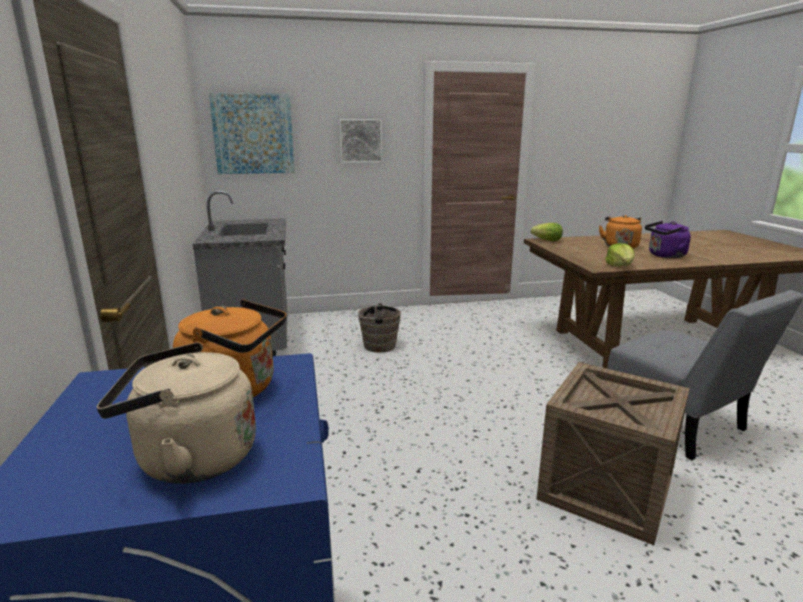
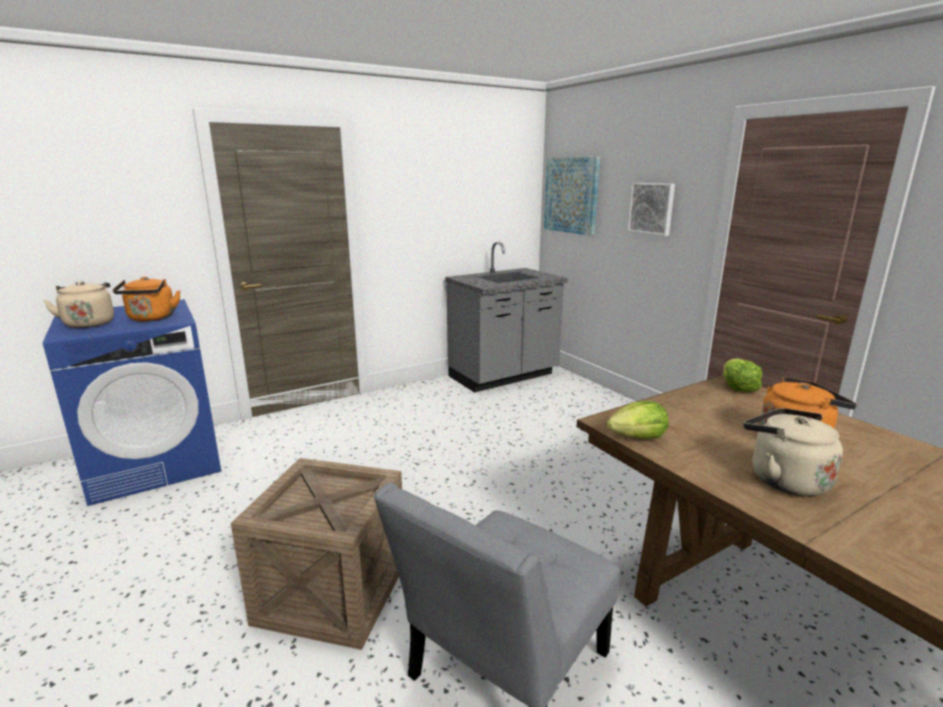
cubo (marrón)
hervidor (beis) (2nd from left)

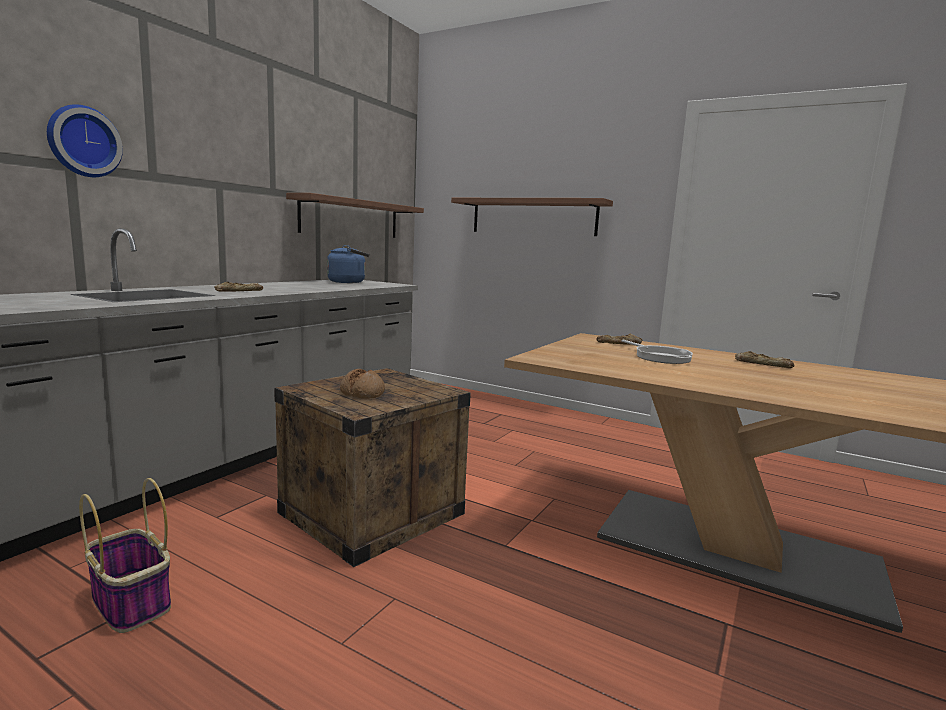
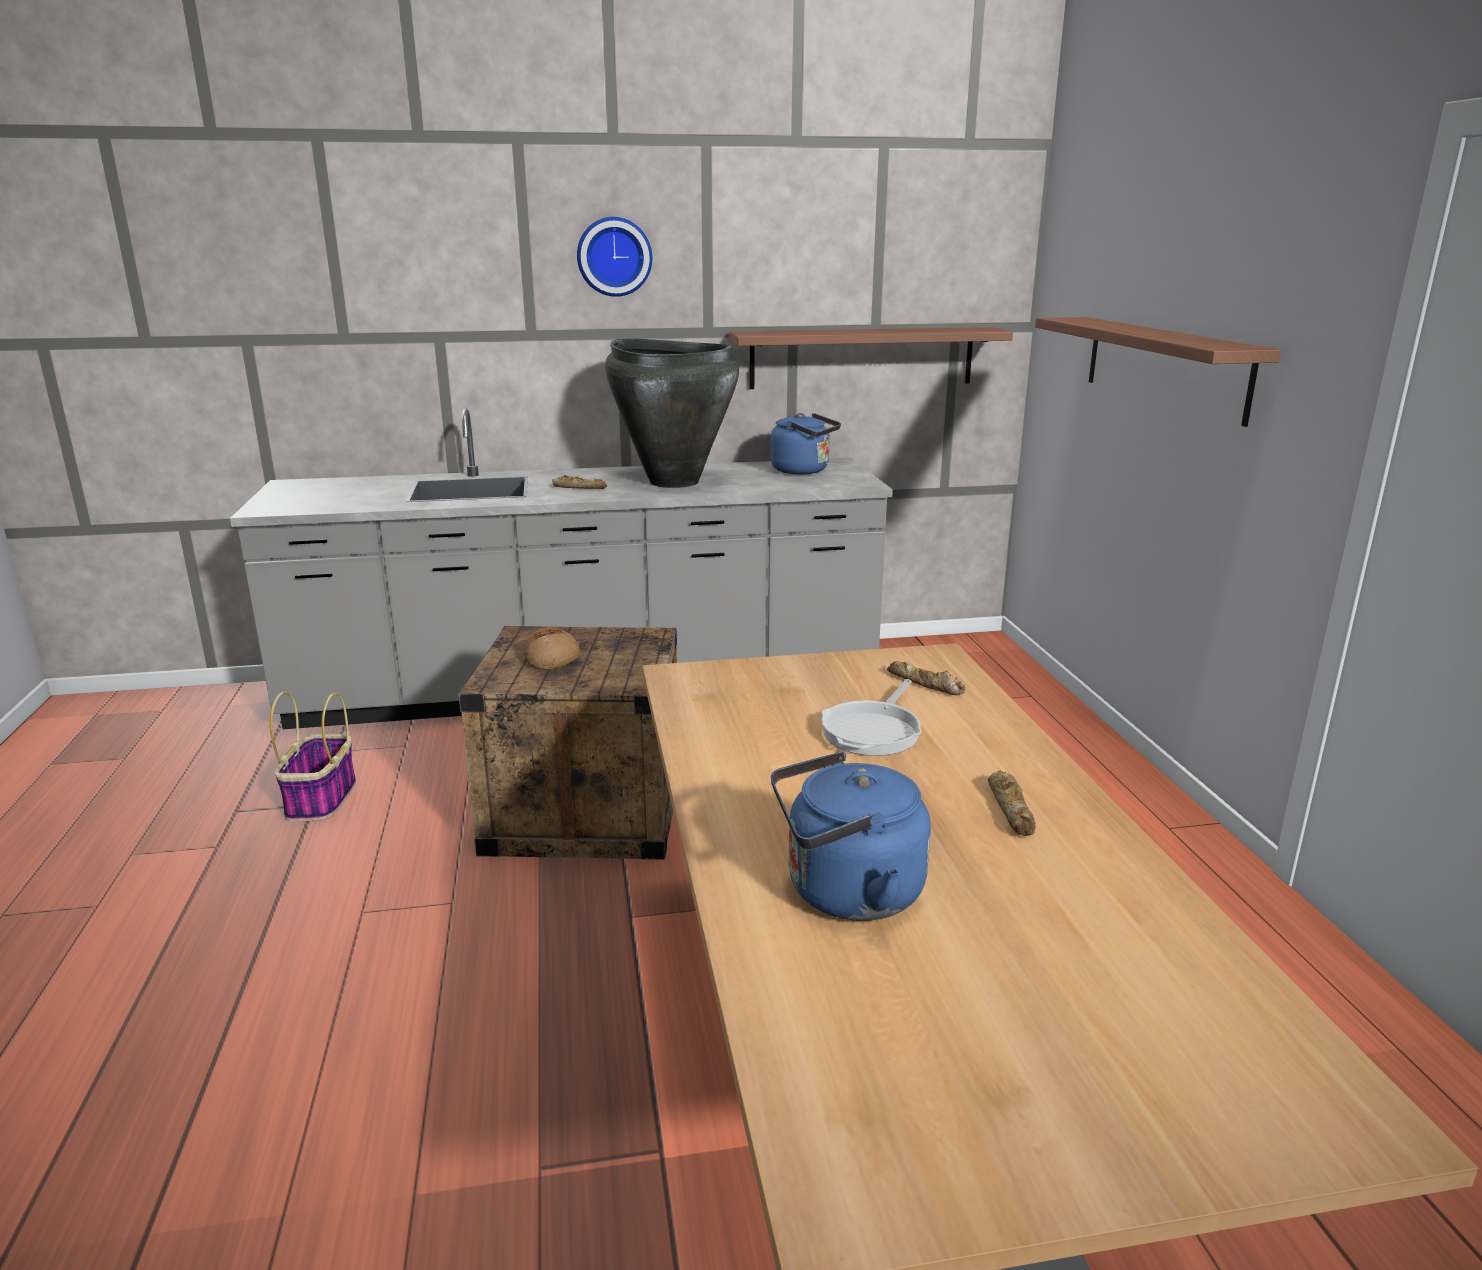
reloj de pared
florero (negro)
hervidor (azul) (2nd from left)

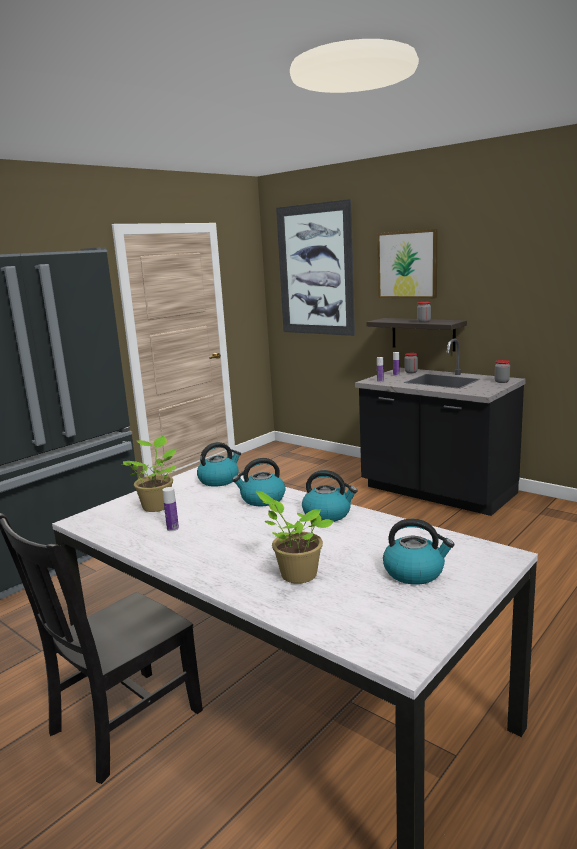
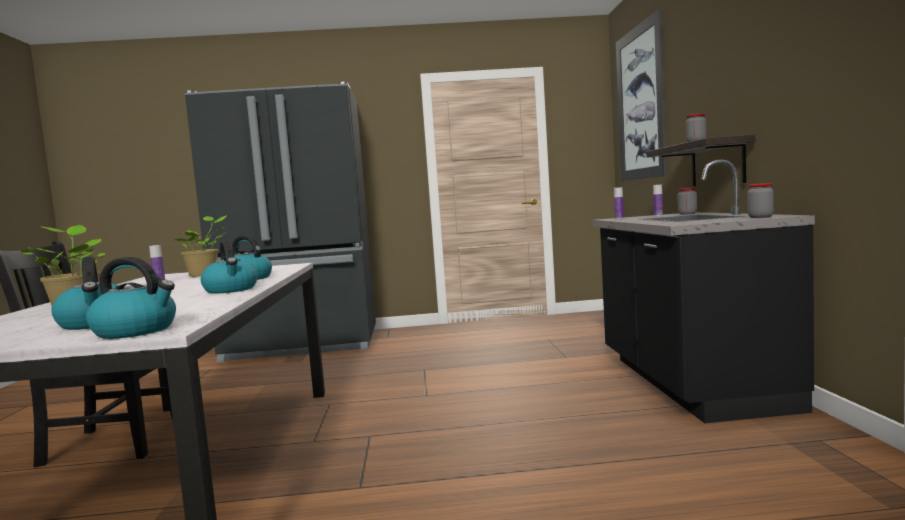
hervidor (2nd from left)
cuadro (2nd from left in the first image)

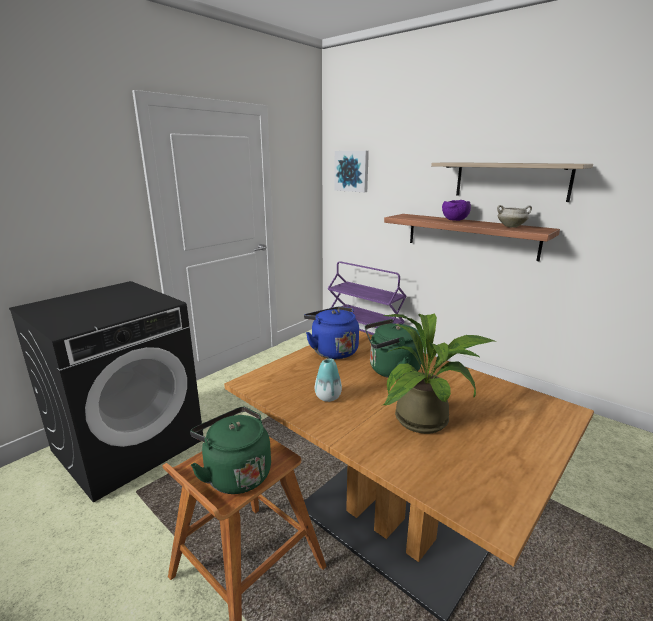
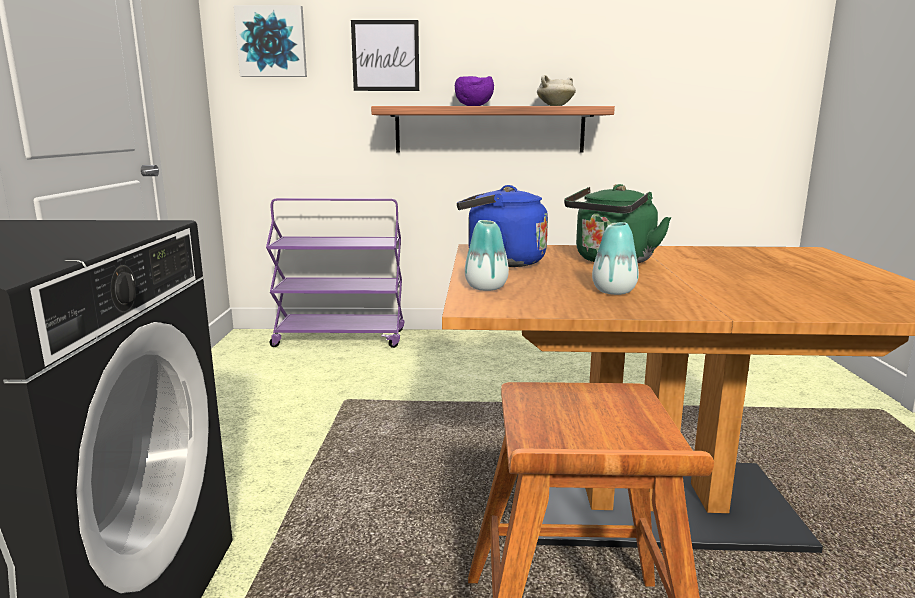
hervidor (verde) (1st from left in the first image)
planta en maceta
estante (2nd from left in the first image)
cuadro (2nd from left)
florero (1st from left)

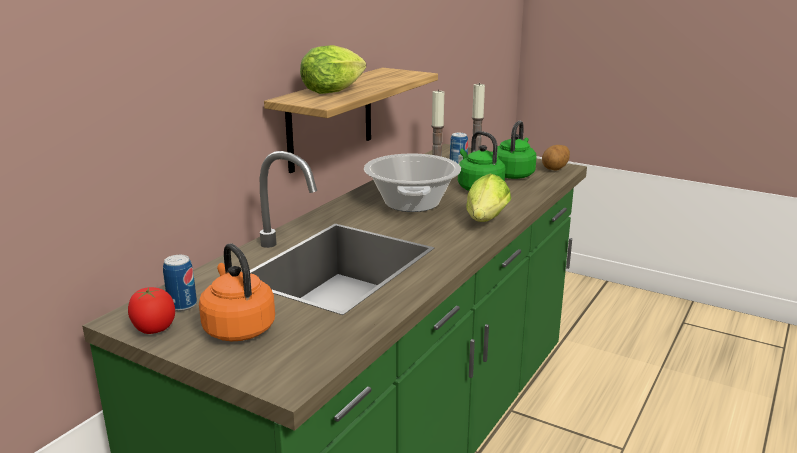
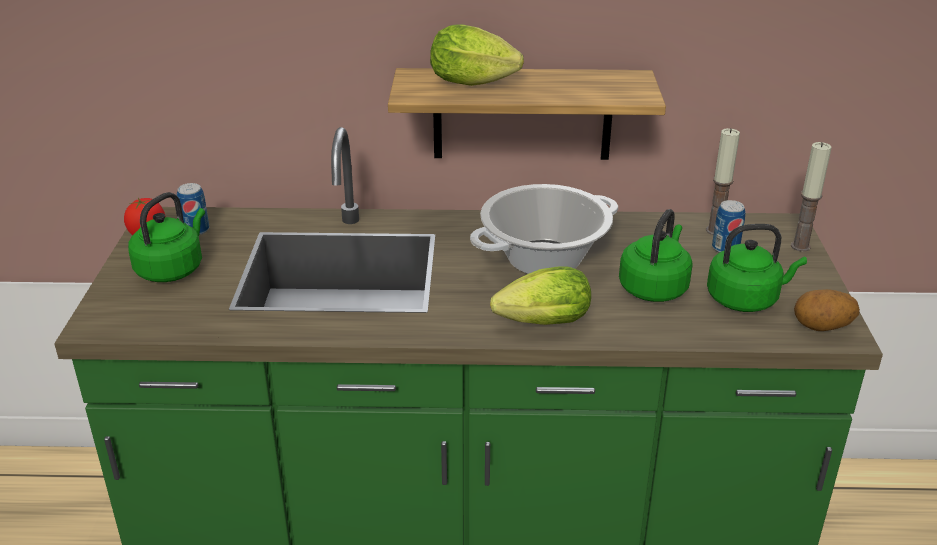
hervidor (verde) (1st from left)

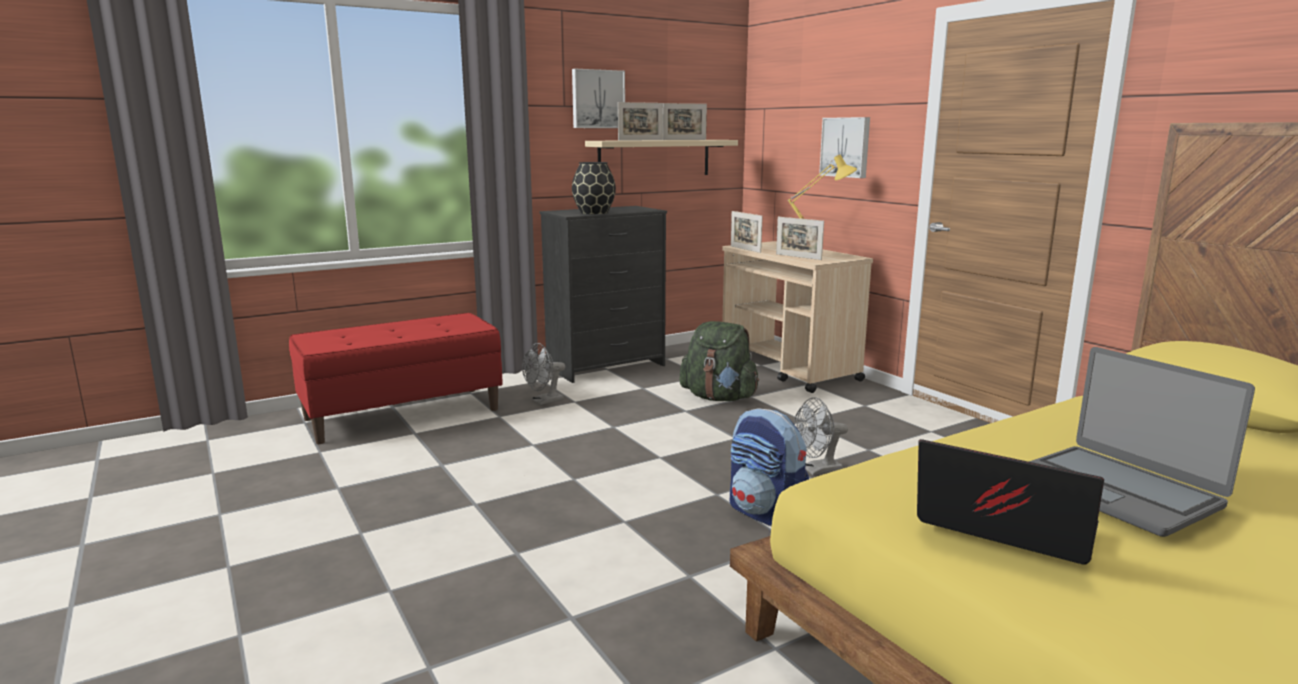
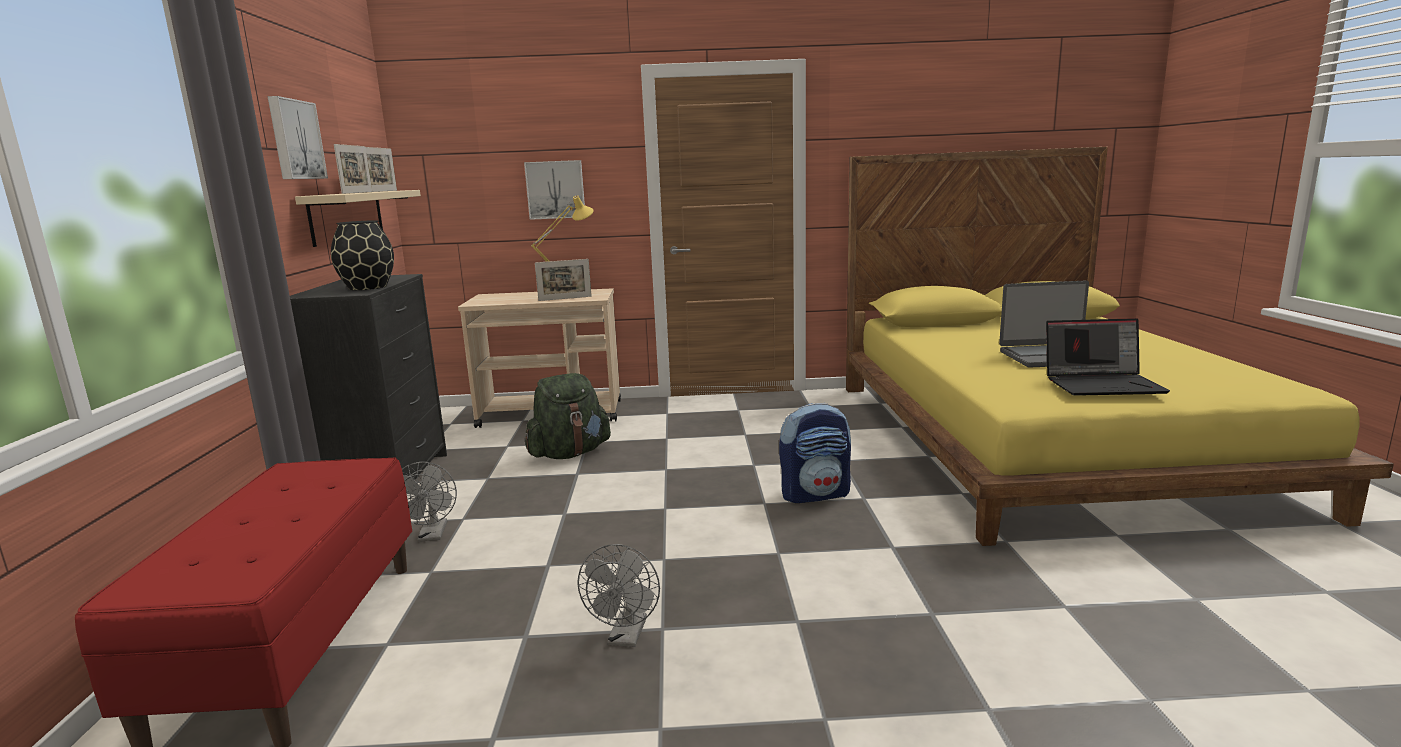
portarretratos (3rd from left in the first image)
ventilador (gris) (2nd from left)
portátil (2nd from left)

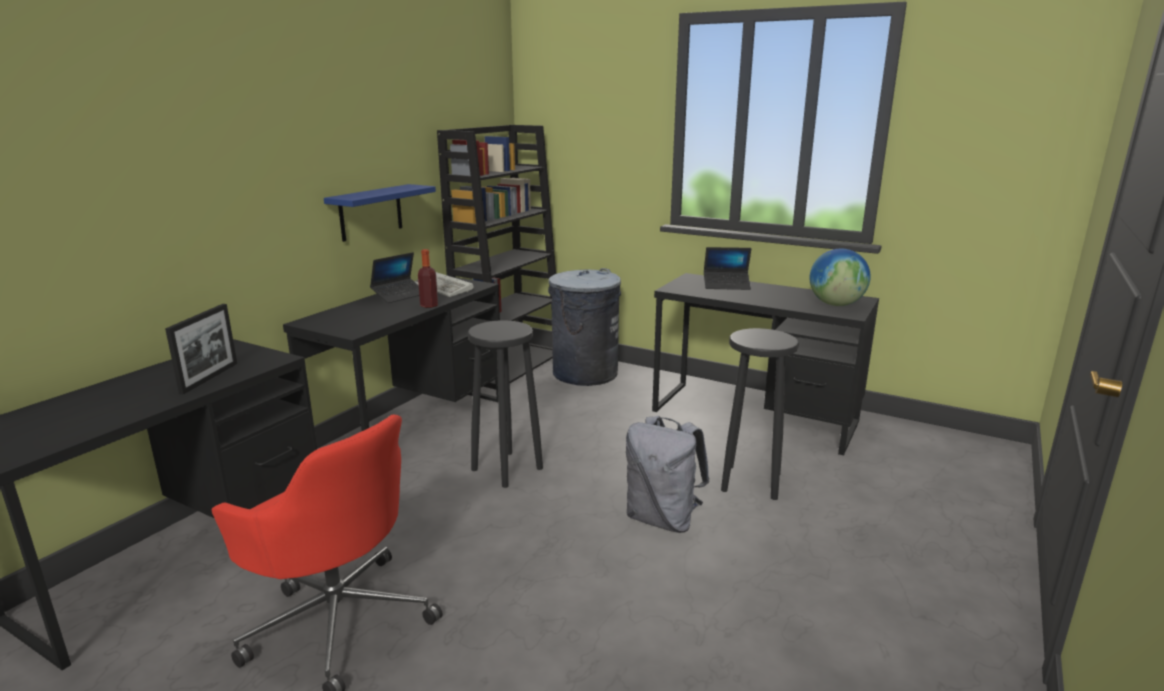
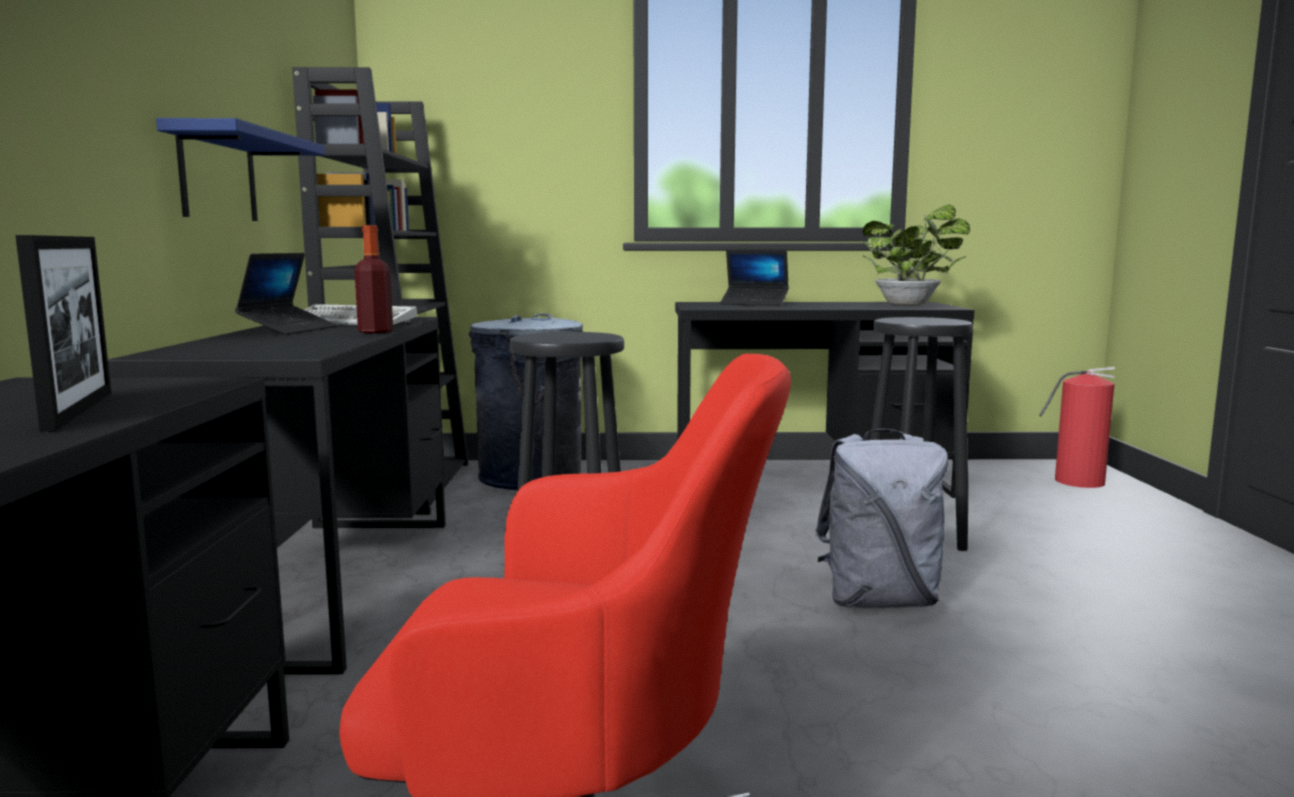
portátil (2nd from left)
planta en maceta
extintor

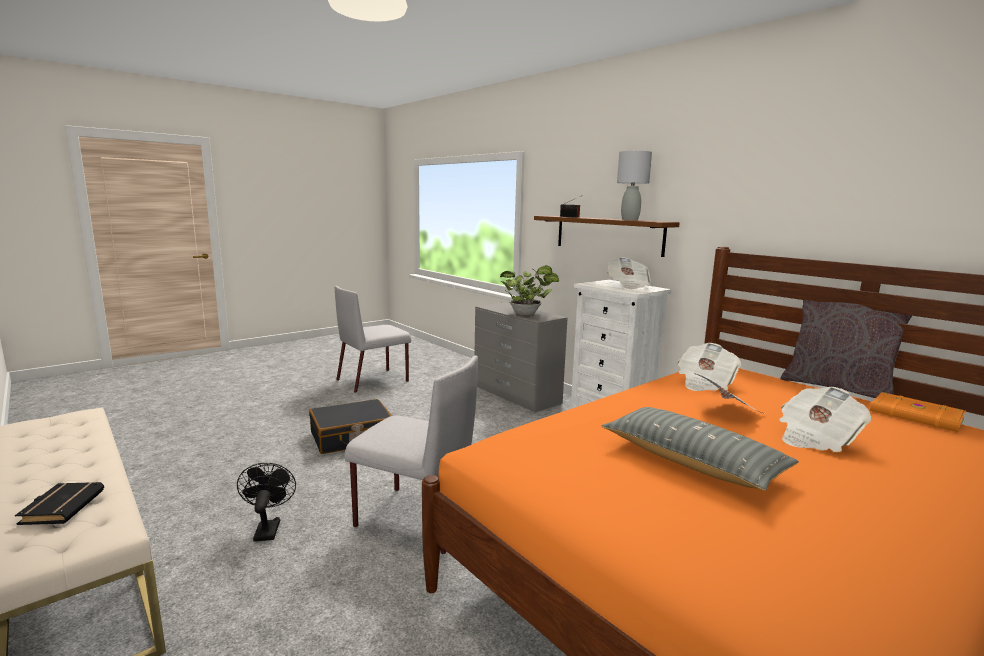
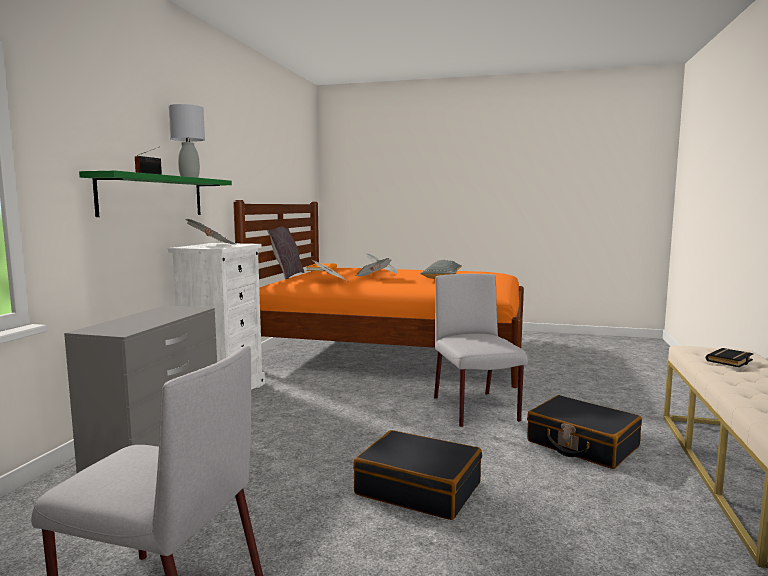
maleta (negro) (2nd from left)
planta en maceta
estante (verde)

